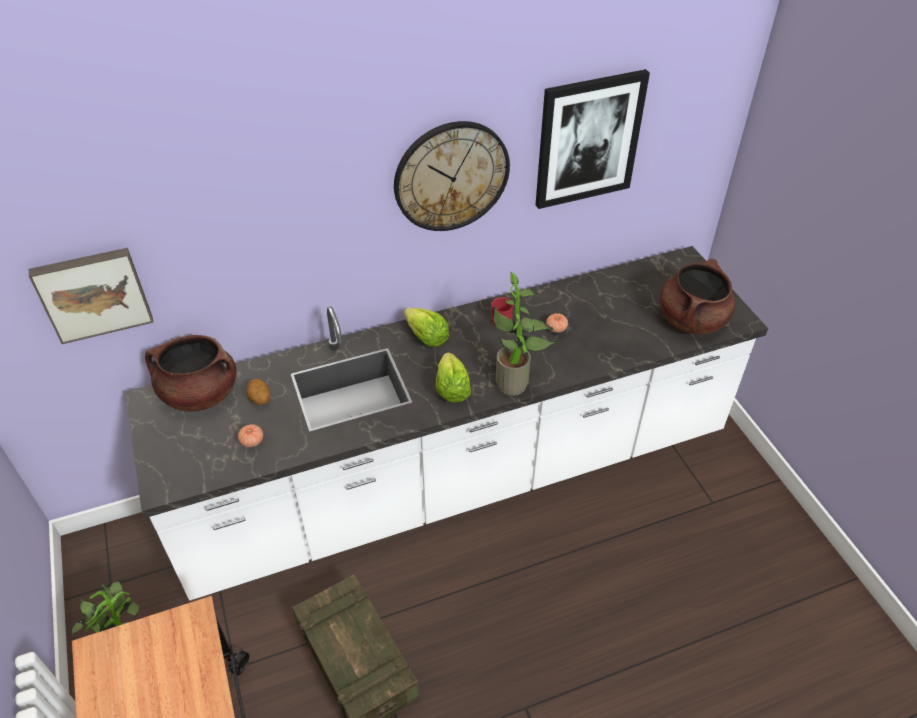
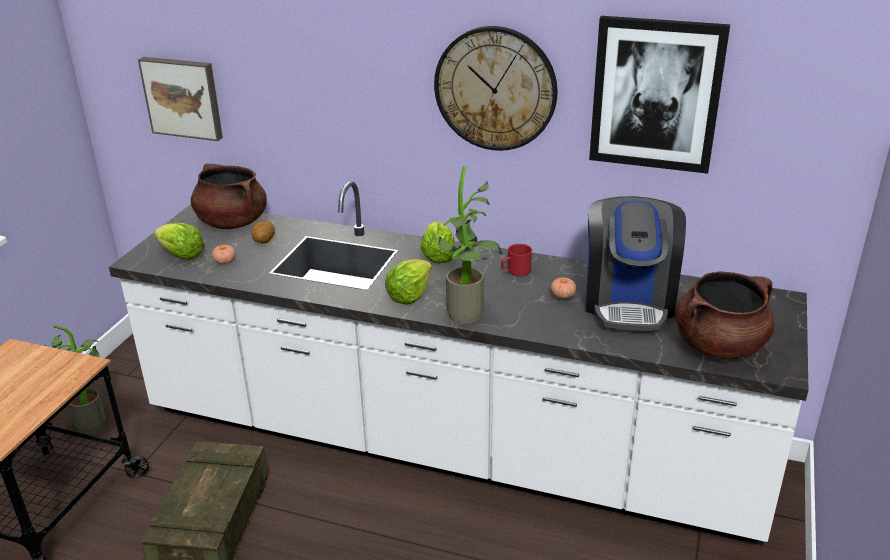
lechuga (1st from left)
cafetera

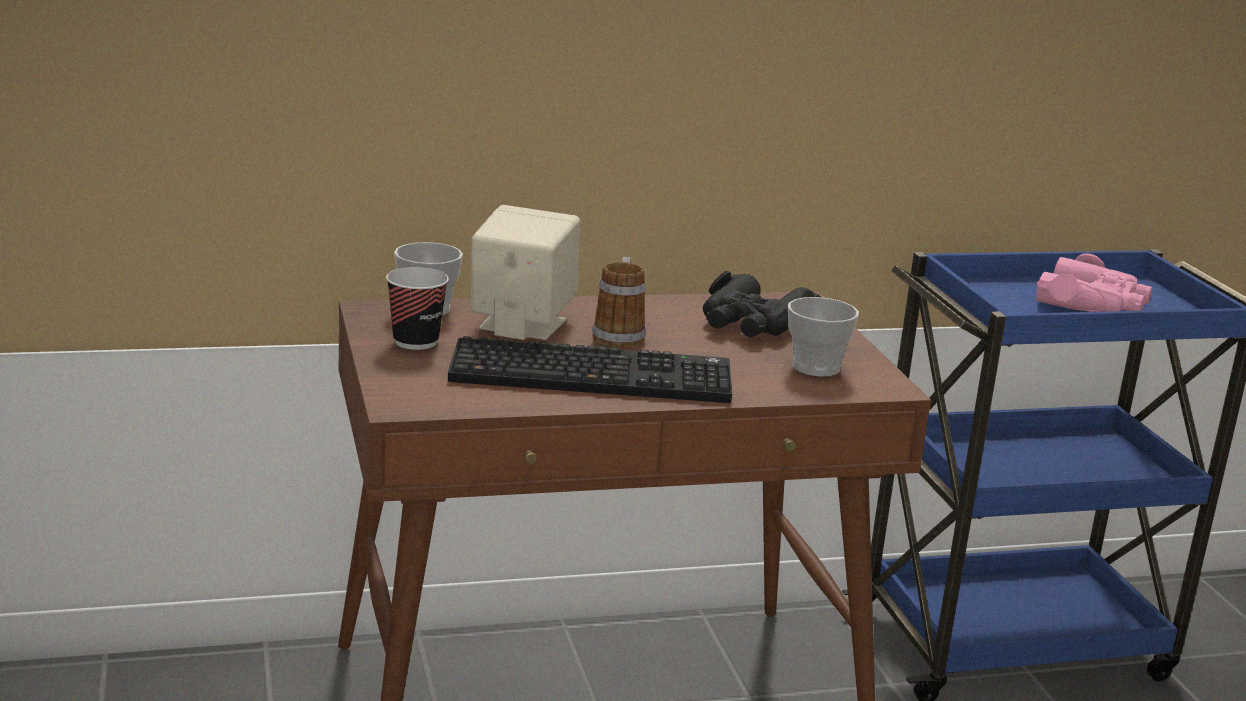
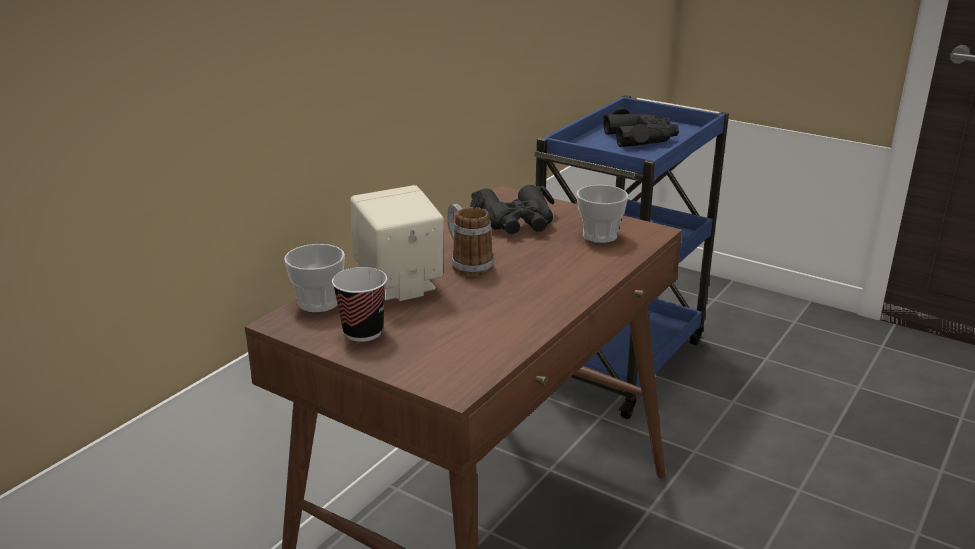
teclado
prismáticos (negro) (2nd from left)

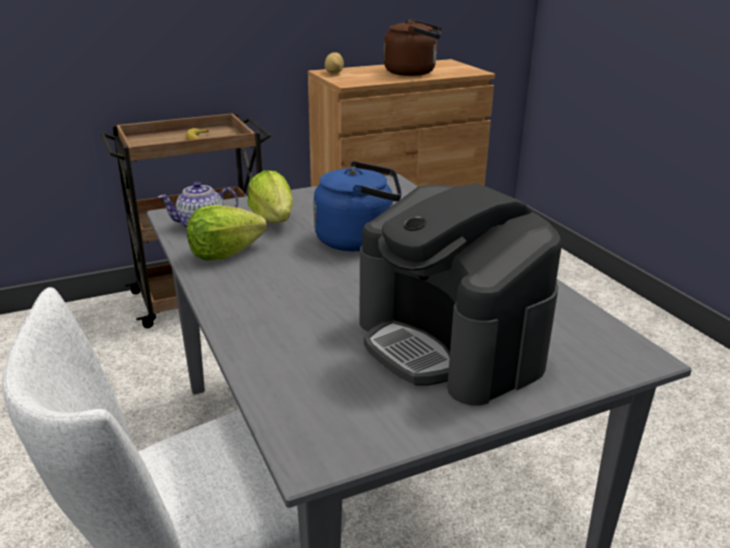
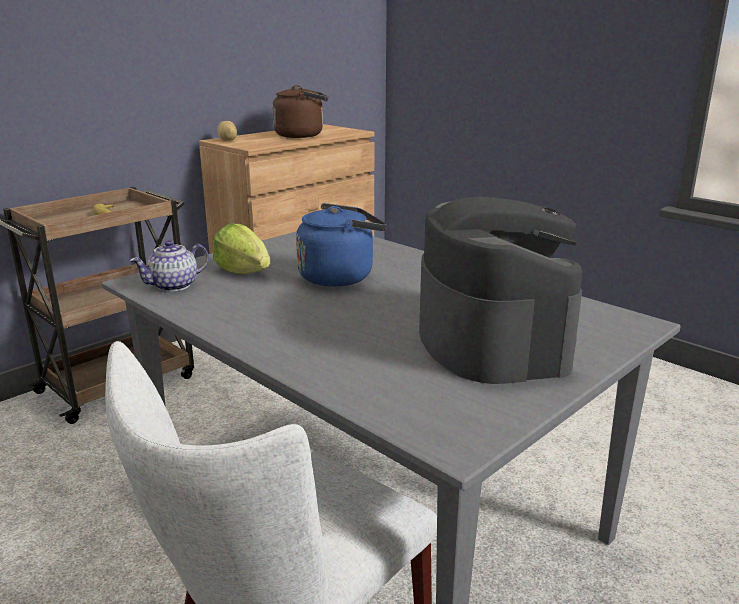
lechuga (1st from left in the first image)
cafetera

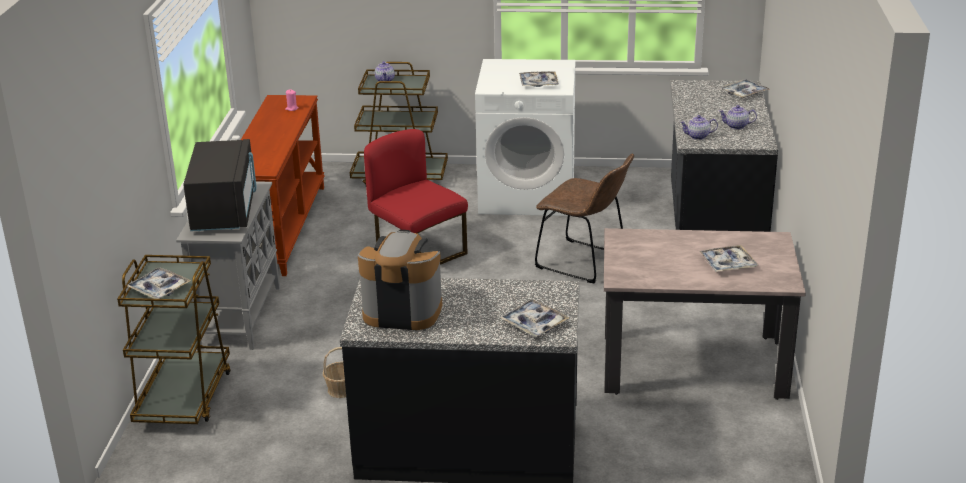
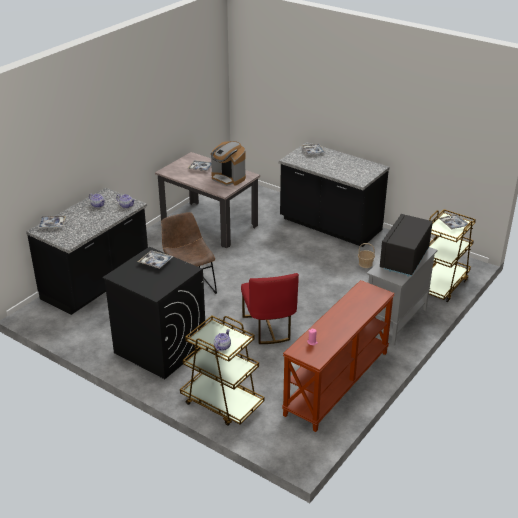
cafetera
lavadora (negro)

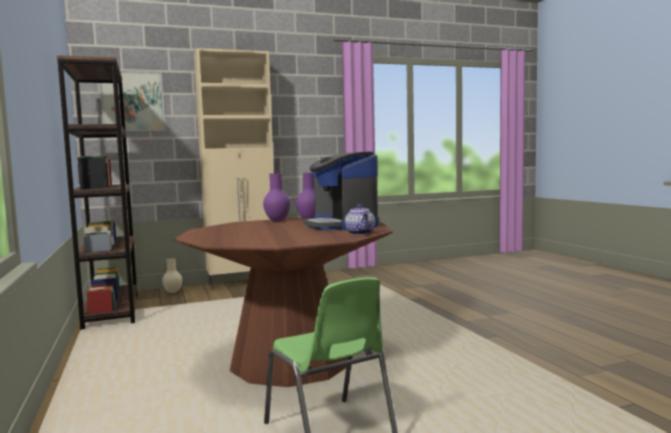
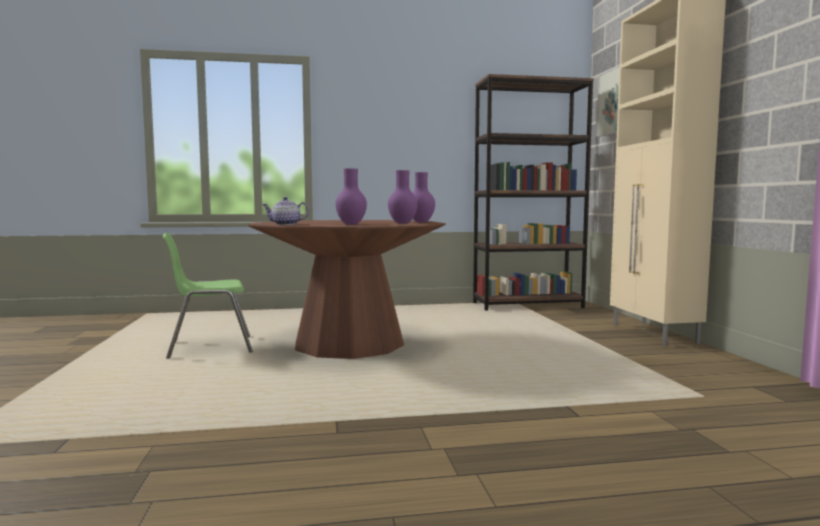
florero (beis)
florero (morado) (1st from left)

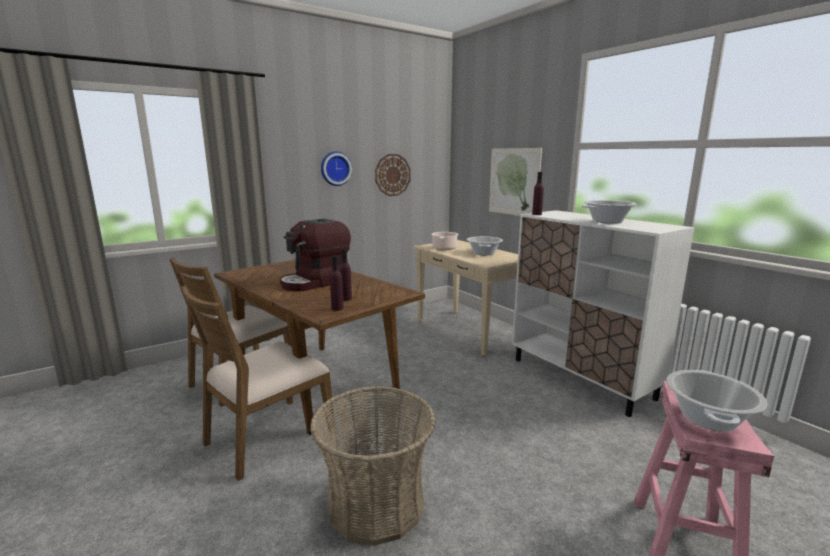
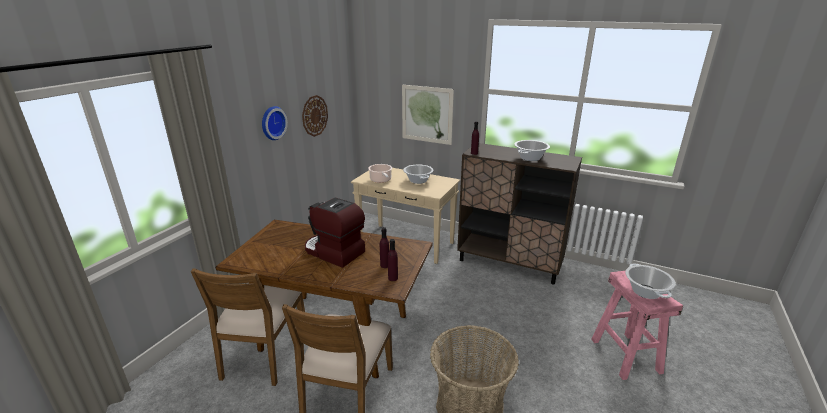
cafetera
armario (marrón)

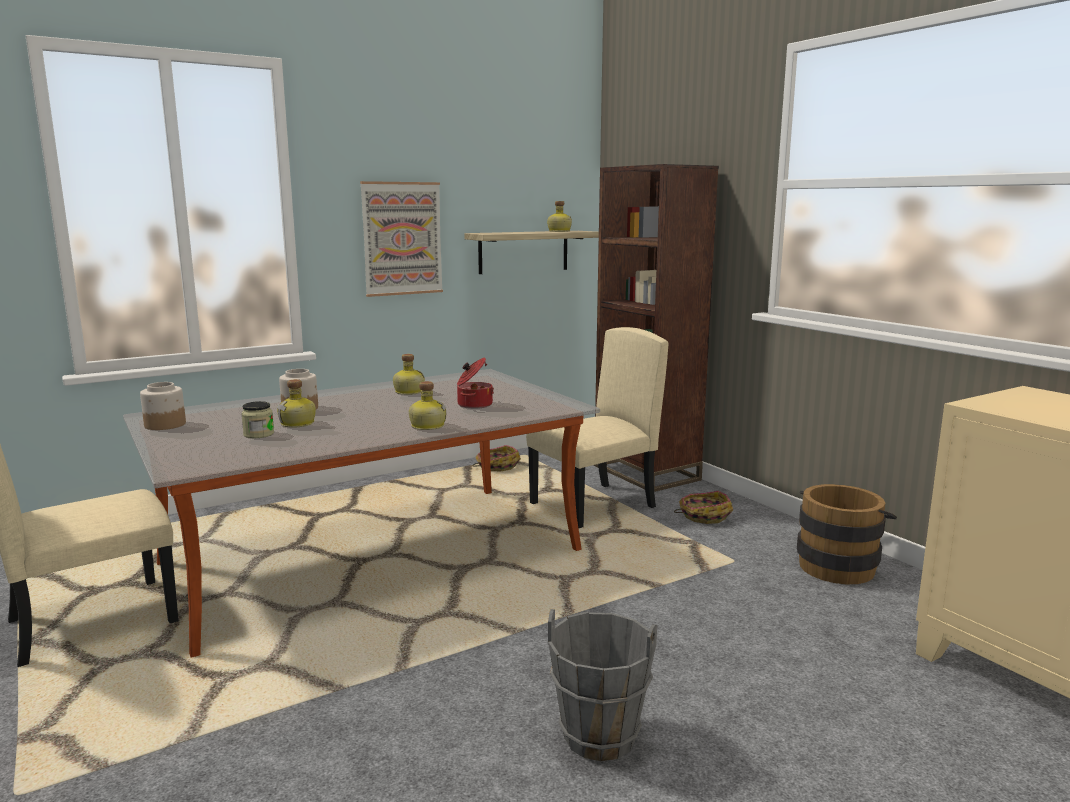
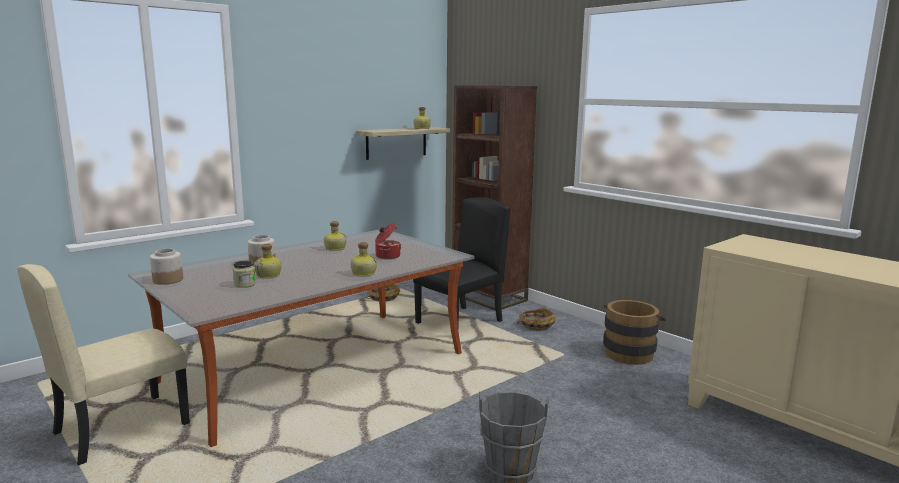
cuadro
silla (negro)

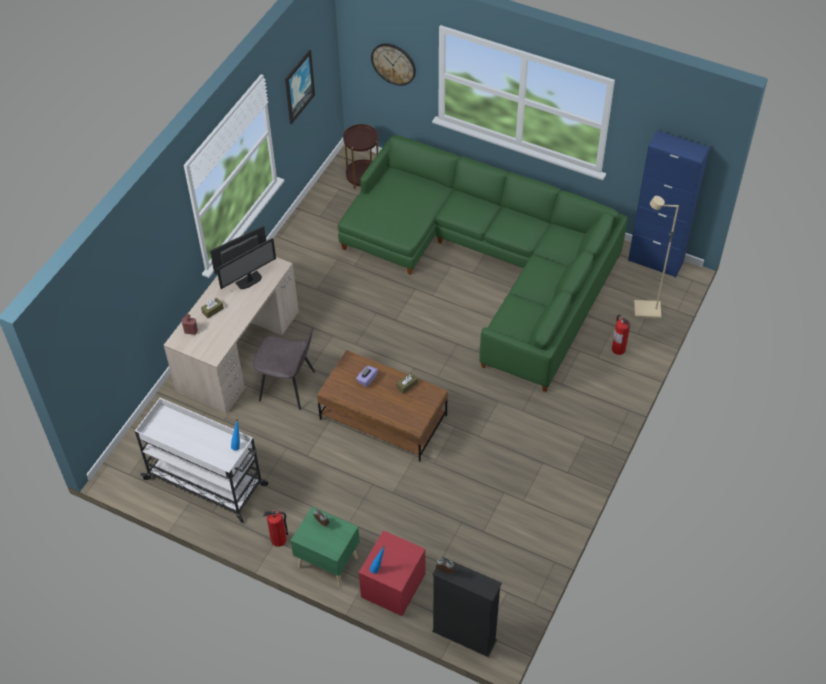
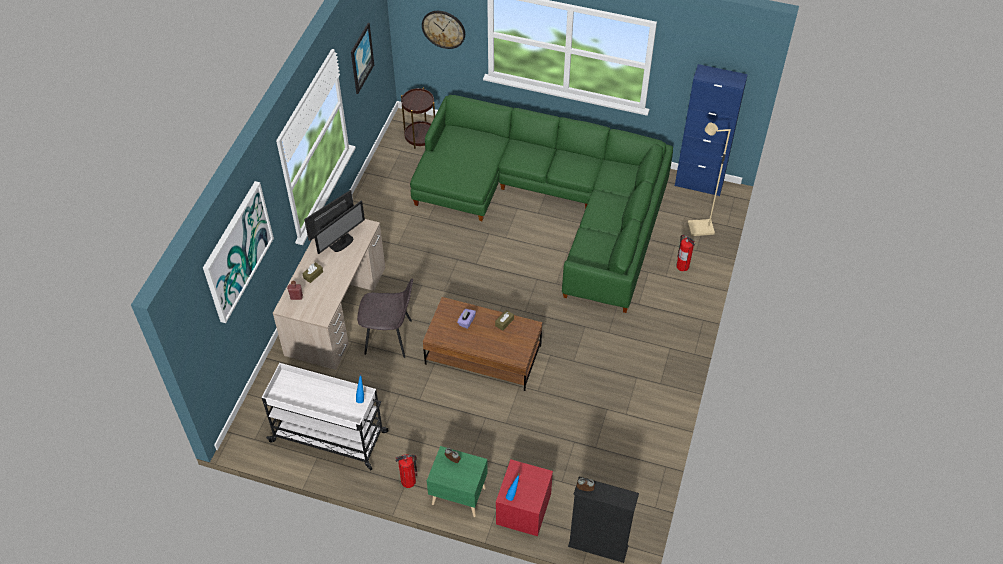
cuadro (1st from left)

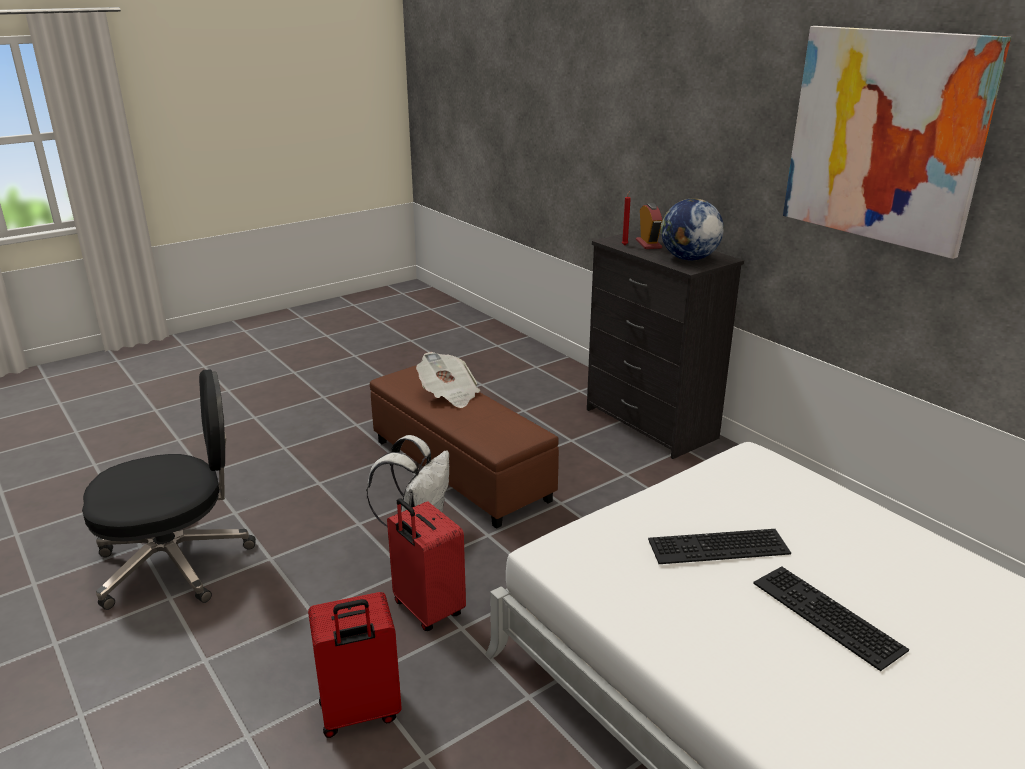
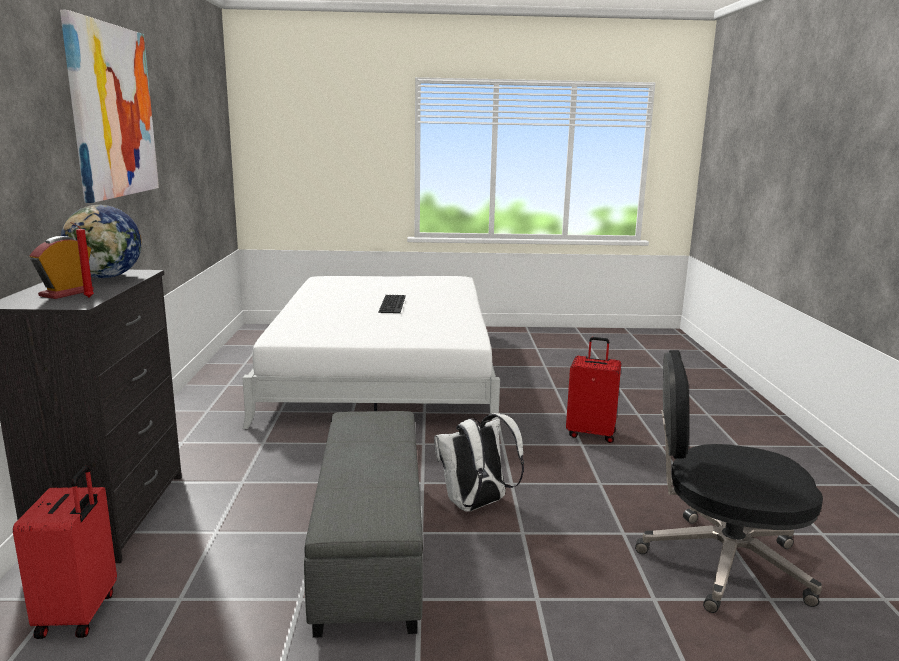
puf (gris)
maleta (rojo) (1st from left)
periódico
teclado (1st from left in the first image)

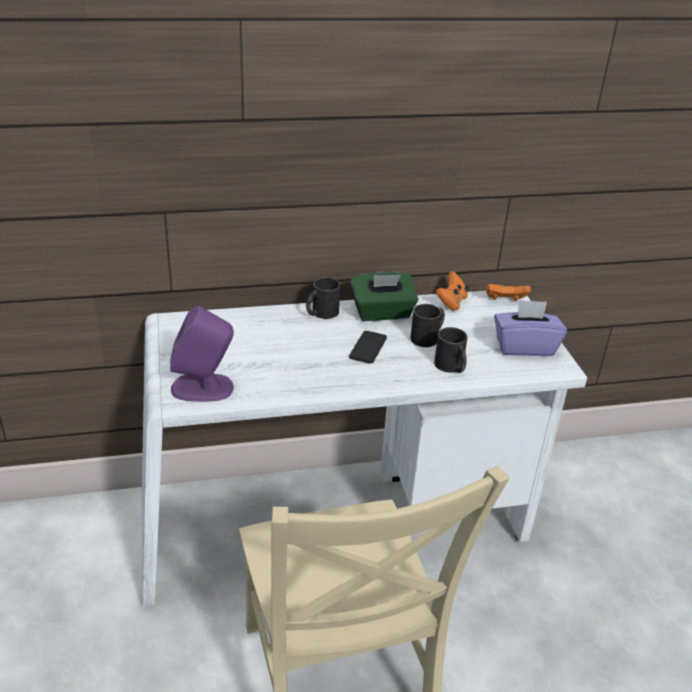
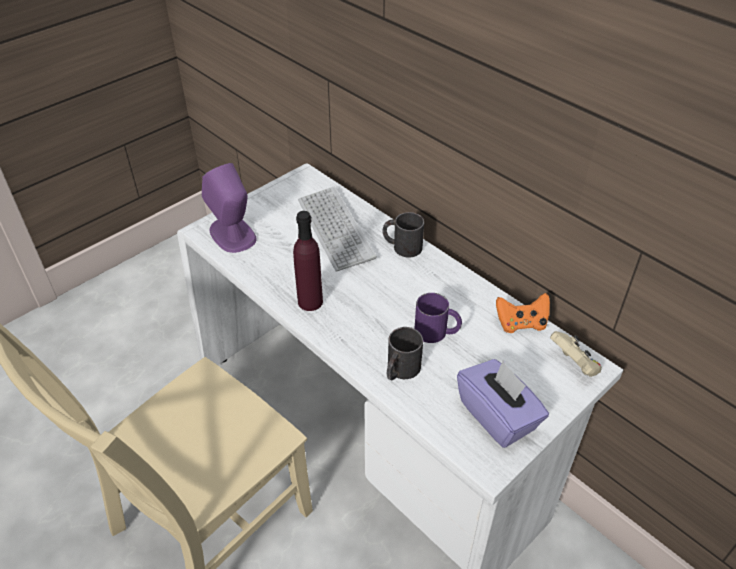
móvil
caja de pañuelos (verde)
taza grande (morado)
mando de consola (beis)
botella (morado)
teclado

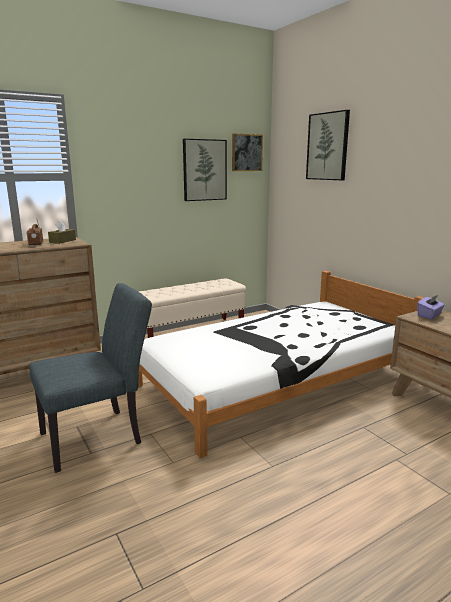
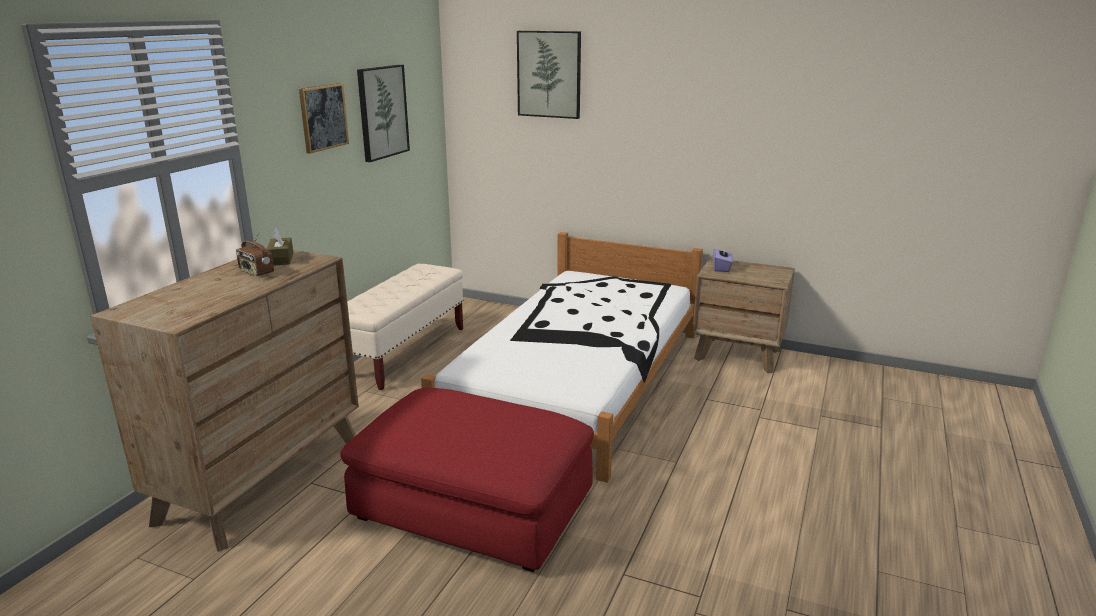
puf (rojo)
cuadro (1st from left)

